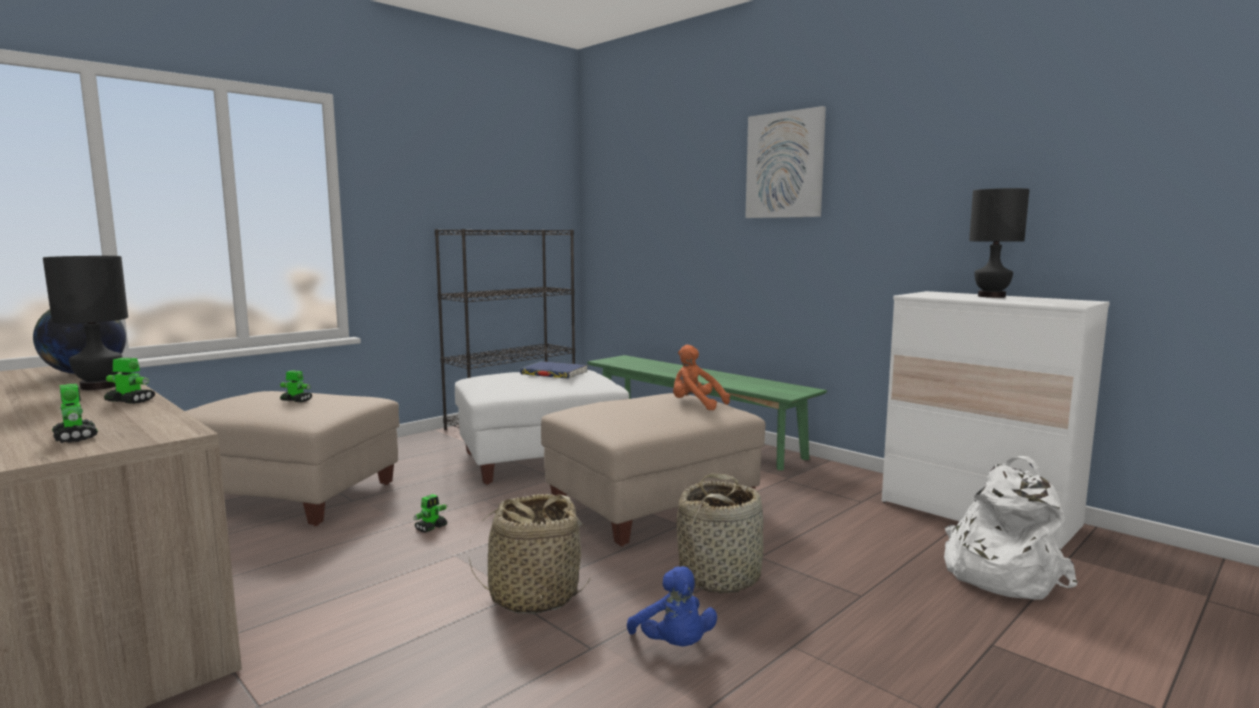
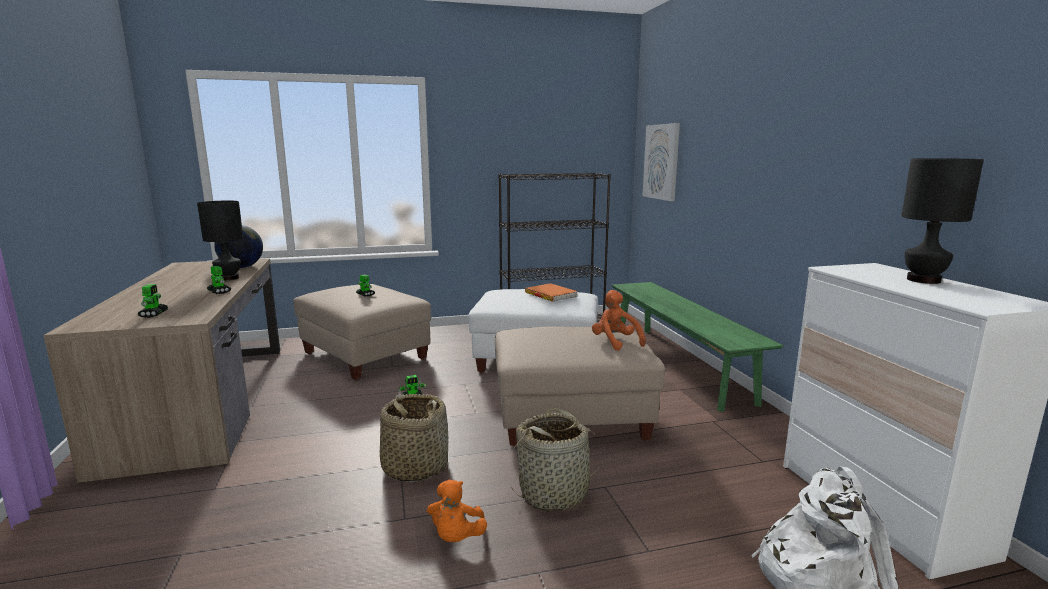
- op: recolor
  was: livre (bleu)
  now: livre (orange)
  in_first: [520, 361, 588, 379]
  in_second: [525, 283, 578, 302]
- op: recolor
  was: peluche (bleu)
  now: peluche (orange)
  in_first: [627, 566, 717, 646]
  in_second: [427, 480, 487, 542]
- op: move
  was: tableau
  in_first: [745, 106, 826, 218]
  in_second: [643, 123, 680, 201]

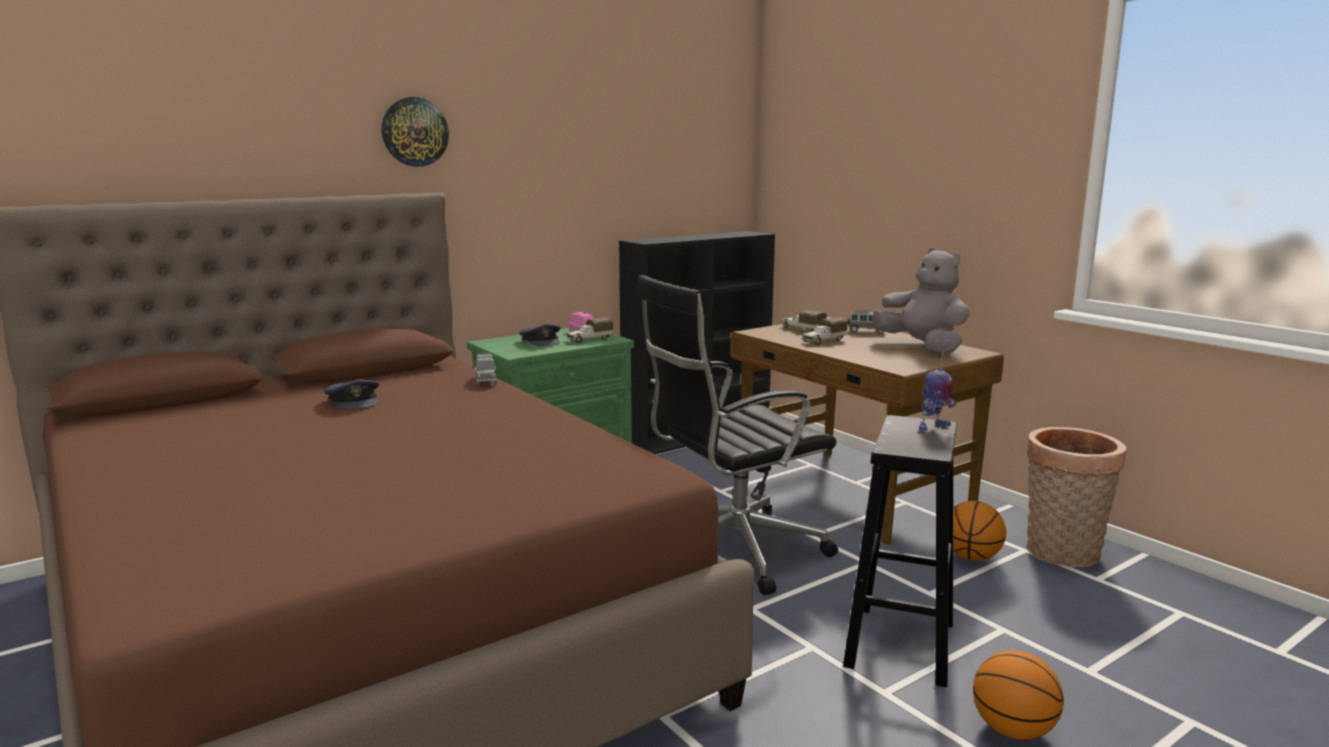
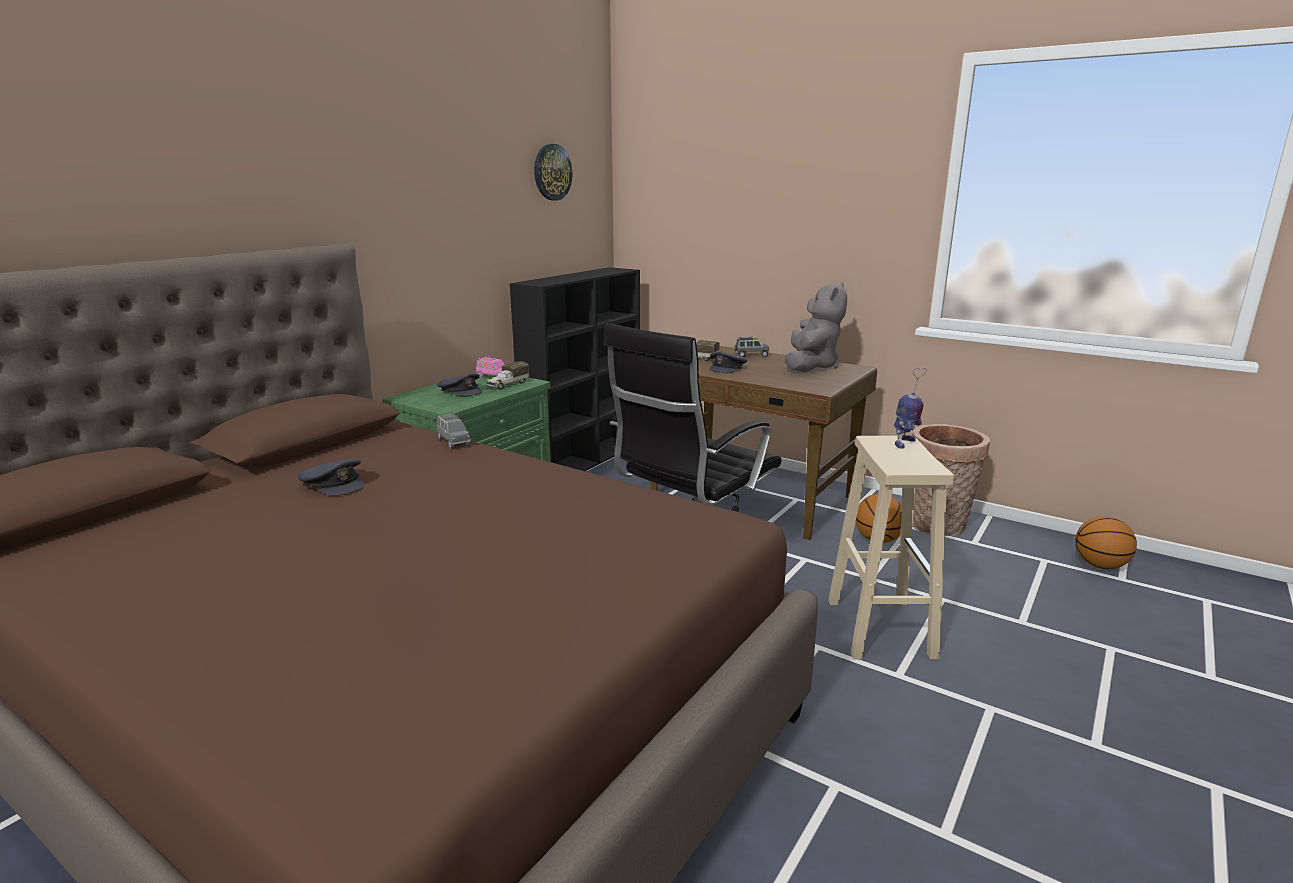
- op: move
  was: horloge murale
  in_first: [382, 97, 449, 167]
  in_second: [534, 144, 572, 201]
- op: replace
  was: camion jouet
  now: casquette (gris)
  in_first: [802, 317, 848, 345]
  in_second: [710, 352, 747, 373]
- op: recolor
  was: tabouret (noir)
  now: tabouret (beige)
  in_first: [843, 415, 957, 687]
  in_second: [828, 436, 954, 659]
- op: rotate
  was: peluche (gris)
  in_first: [872, 247, 970, 353]
  in_second: [785, 282, 847, 372]
  clockwise: 75
- op: move
  was: ballon de basket
  in_first: [973, 650, 1064, 740]
  in_second: [1075, 516, 1137, 569]

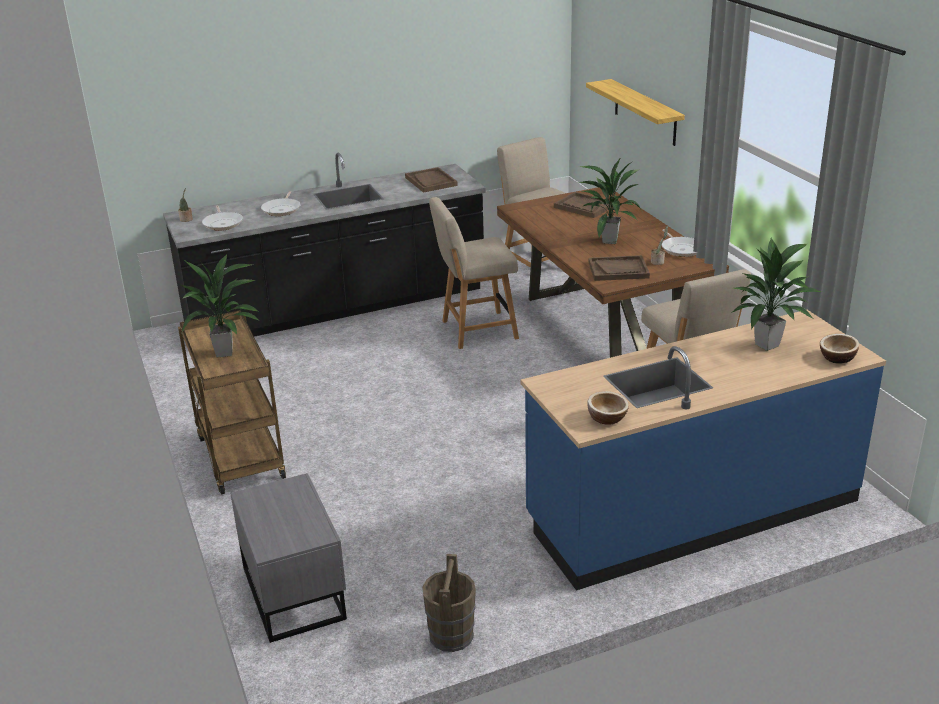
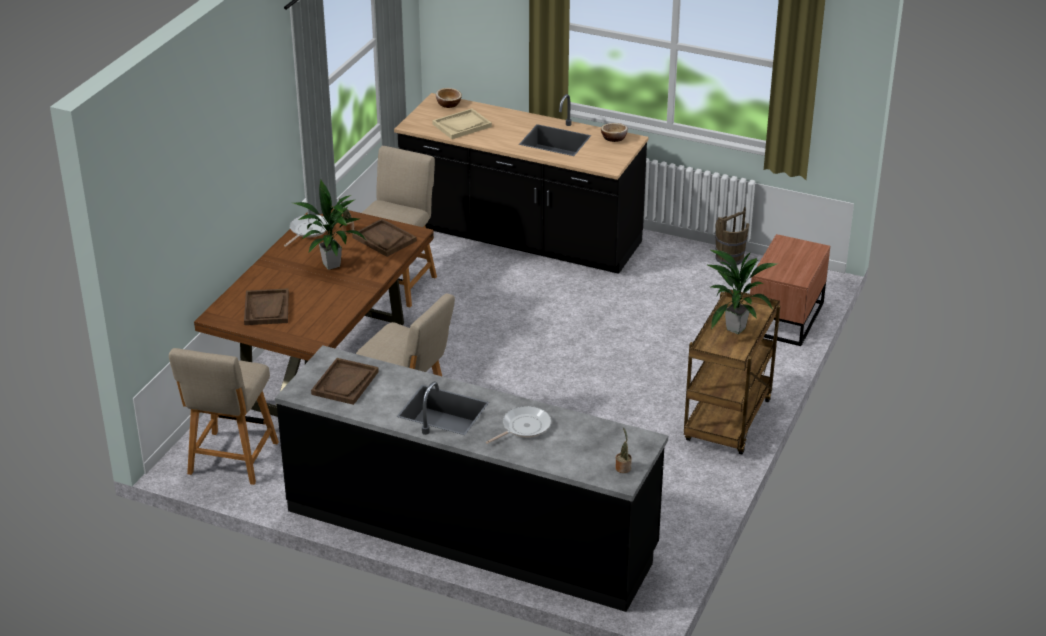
- op: delete
  was: poêle
  in_first: [202, 206, 243, 231]
- op: recolor
  was: table de chevet (gris)
  now: table de chevet (marron)
  in_first: [230, 473, 347, 643]
  in_second: [750, 234, 830, 346]
- op: recolor
  was: comptoir de cuisine (bleu)
  now: comptoir de cuisine (noir)
  in_first: [521, 310, 886, 591]
  in_second: [394, 93, 648, 274]
- op: delete
  was: étagère
  in_first: [586, 79, 685, 146]
- op: replace
  was: plante en pot
  now: plateau (beige)
  in_first: [731, 238, 822, 351]
  in_second: [432, 108, 492, 139]

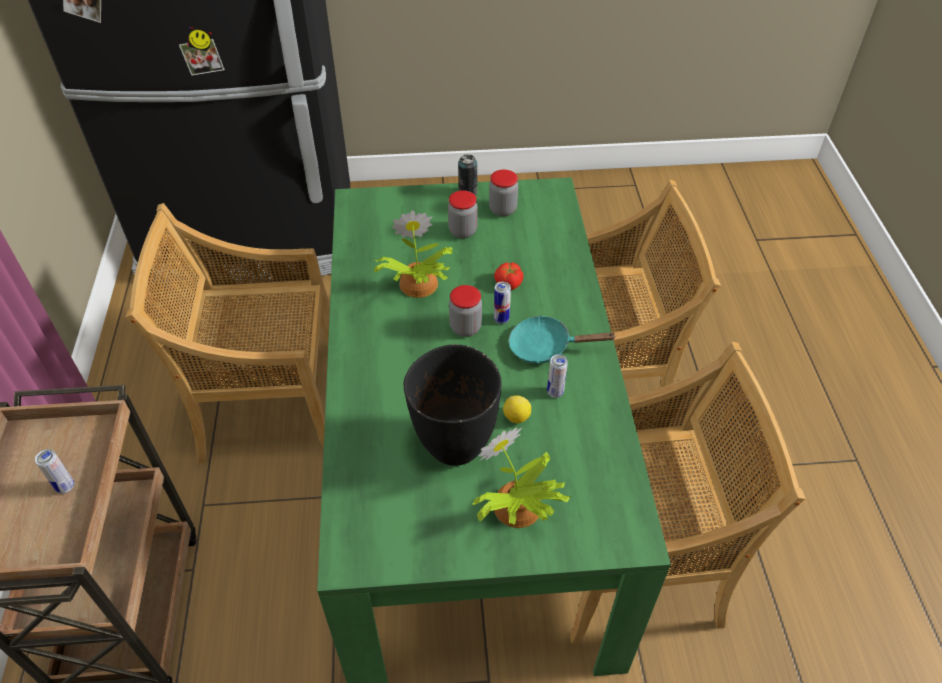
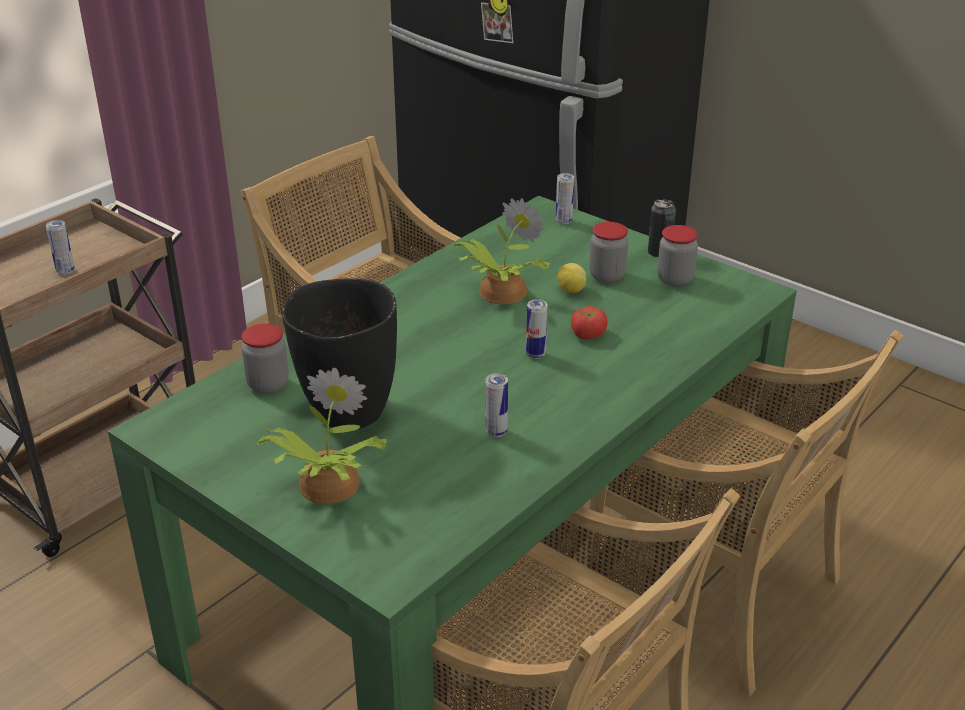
- op: move
  was: bocal
  in_first: [449, 285, 482, 337]
  in_second: [242, 323, 289, 394]
- op: move
  was: citron
  in_first: [503, 395, 531, 423]
  in_second: [557, 263, 586, 293]
- op: delete
  was: poêle (turquoise)
  in_first: [509, 315, 616, 364]
- op: insert
  now: boîte métallique
  in_second: [556, 173, 574, 224]

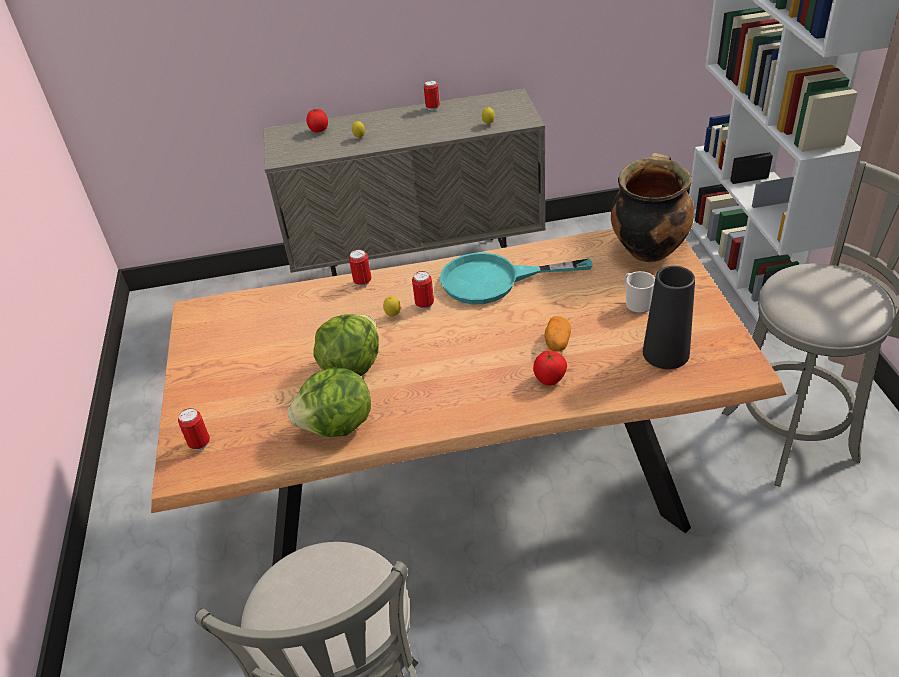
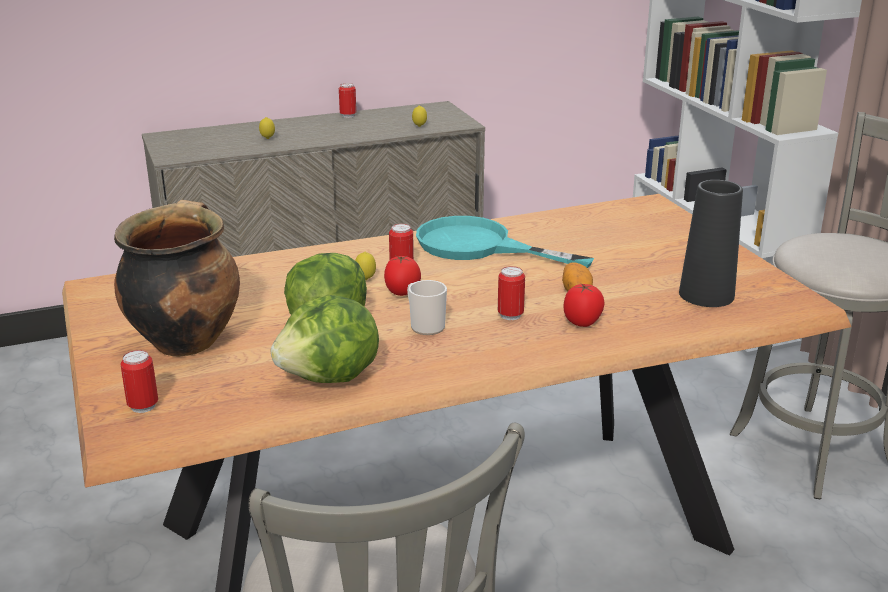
- op: move
  was: tomate
  in_first: [307, 109, 328, 133]
  in_second: [384, 256, 421, 296]
- op: move
  was: boîte métallique
  in_first: [349, 249, 371, 287]
  in_second: [498, 266, 525, 320]
- op: rotate
  was: poêle (turquoise)
  in_first: [440, 253, 592, 304]
  in_second: [416, 216, 594, 268]
  clockwise: 45
- op: move
  was: marmite
  in_first: [611, 153, 694, 262]
  in_second: [114, 200, 240, 357]
- op: move
  was: mug
  in_first: [625, 271, 655, 313]
  in_second: [407, 280, 447, 335]

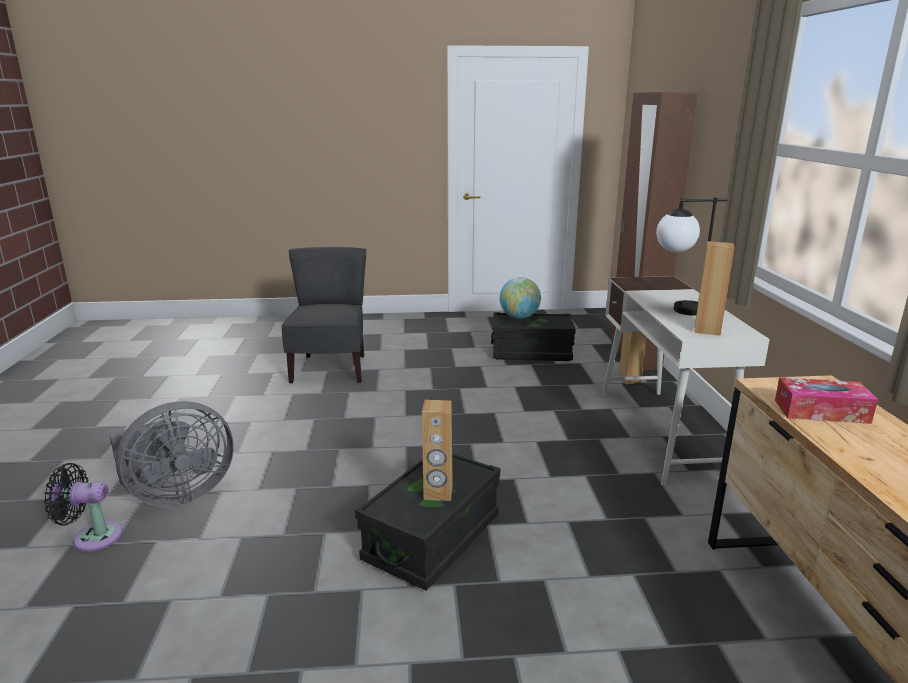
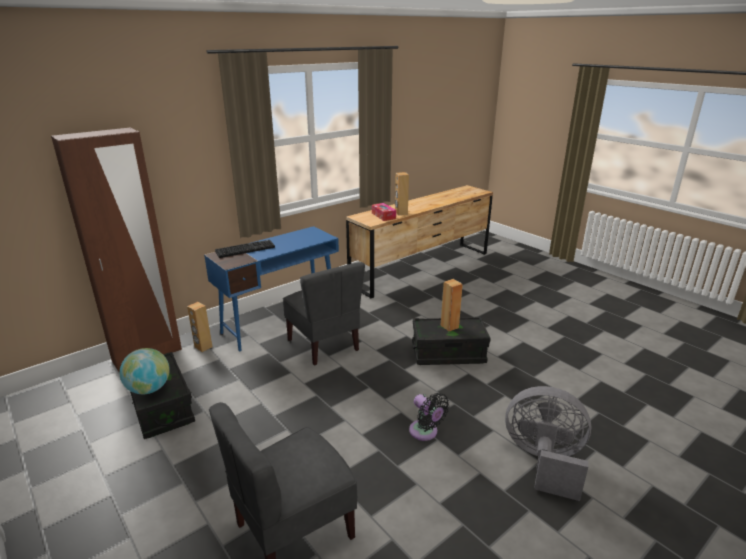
- op: move
  was: ventilateur (noir)
  in_first: [44, 463, 123, 552]
  in_second: [409, 393, 449, 441]
- op: recolor
  was: bureau (blanc)
  now: bureau (bleu)
  in_first: [602, 276, 770, 486]
  in_second: [204, 226, 339, 352]
- op: delete
  was: lampe de table
  in_first: [656, 197, 728, 316]
- op: move
  was: enceinte (marron)
  in_first: [694, 241, 734, 336]
  in_second: [395, 172, 409, 215]
- op: insert
  now: clavier
  in_second: [215, 240, 275, 258]
- op: insert
  now: chaise (gris)
  in_second: [283, 262, 365, 365]

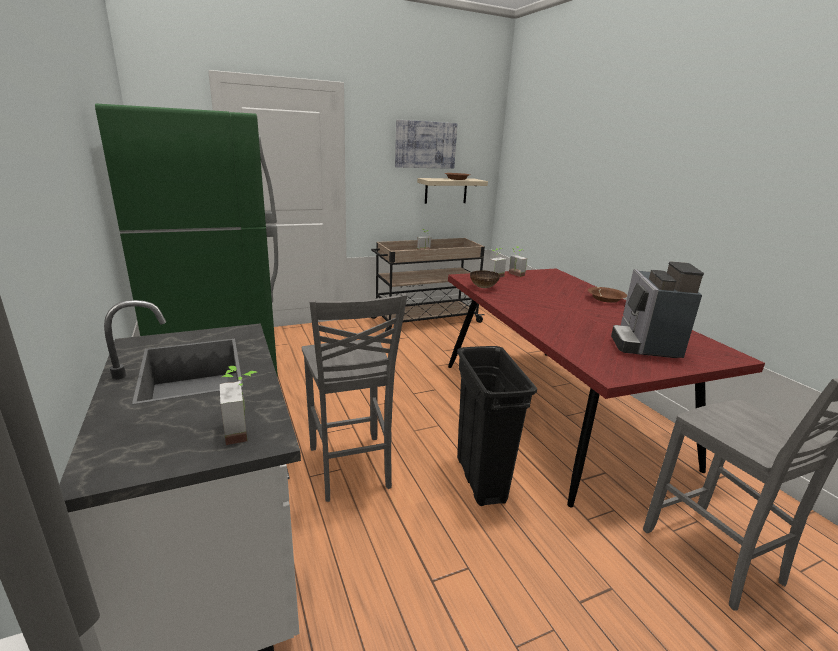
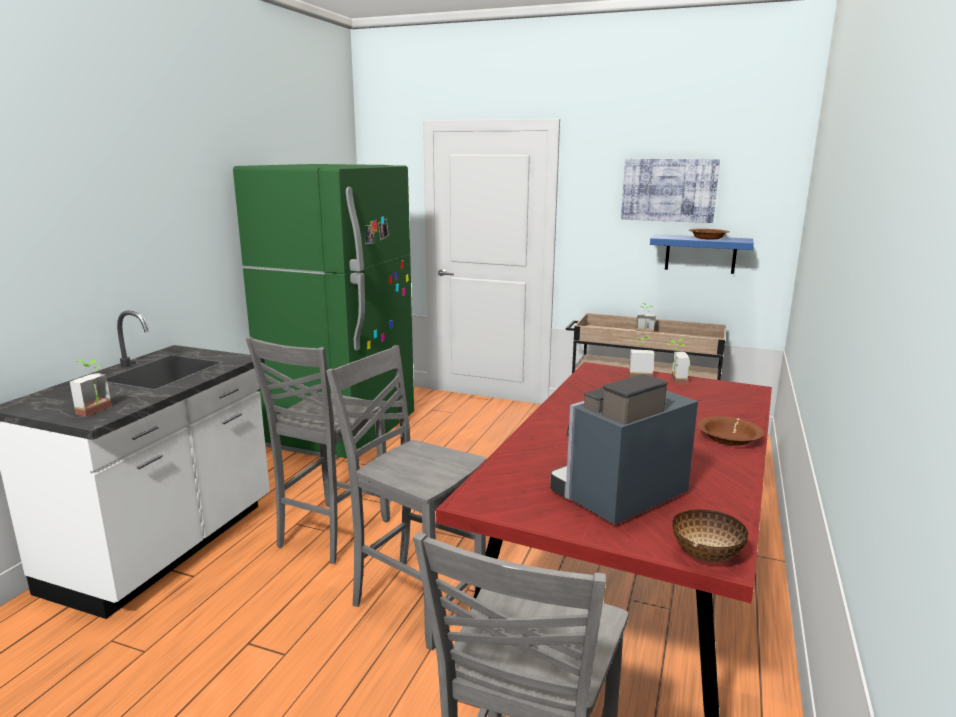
- op: recolor
  was: étagère (beige)
  now: étagère (bleu)
  in_first: [417, 178, 488, 204]
  in_second: [650, 234, 754, 274]
- op: replace
  was: poubelle (noir)
  now: chaise (gris)
  in_first: [457, 346, 537, 506]
  in_second: [326, 345, 487, 650]
- op: move
  was: bol
  in_first: [470, 270, 500, 288]
  in_second: [672, 509, 748, 562]

